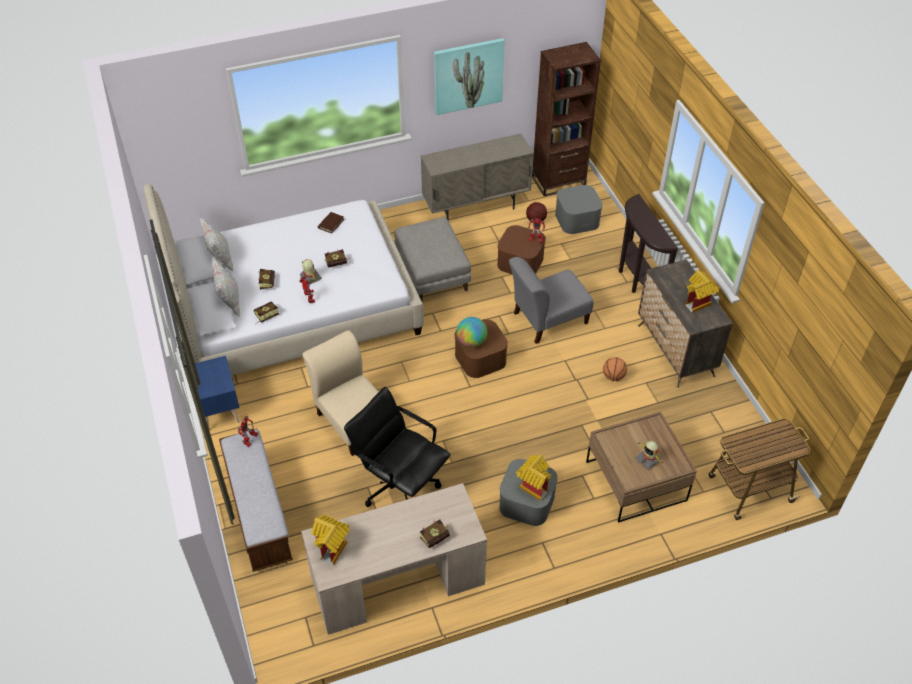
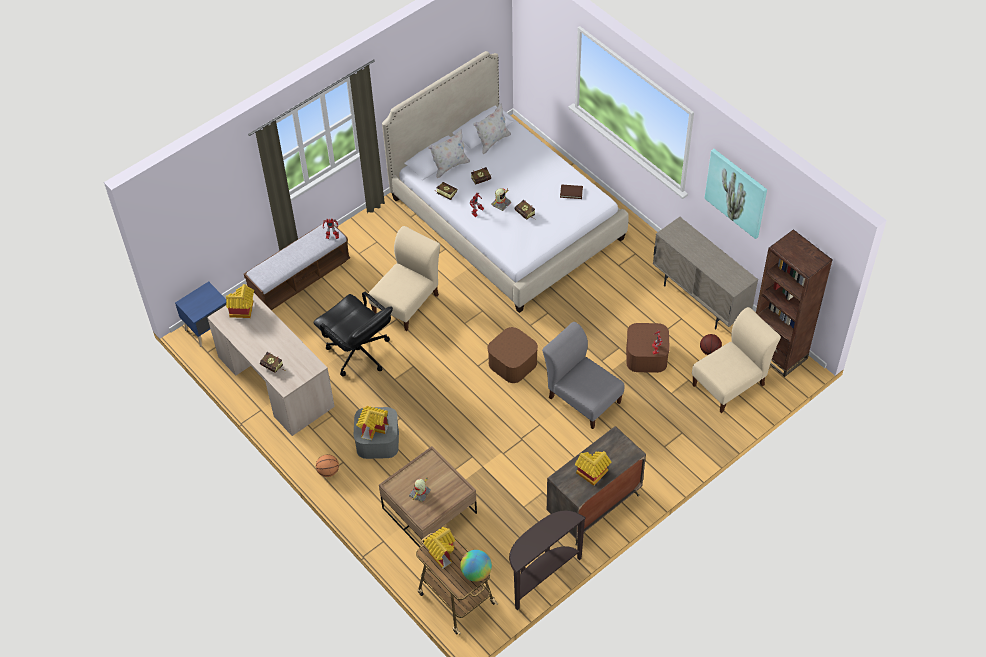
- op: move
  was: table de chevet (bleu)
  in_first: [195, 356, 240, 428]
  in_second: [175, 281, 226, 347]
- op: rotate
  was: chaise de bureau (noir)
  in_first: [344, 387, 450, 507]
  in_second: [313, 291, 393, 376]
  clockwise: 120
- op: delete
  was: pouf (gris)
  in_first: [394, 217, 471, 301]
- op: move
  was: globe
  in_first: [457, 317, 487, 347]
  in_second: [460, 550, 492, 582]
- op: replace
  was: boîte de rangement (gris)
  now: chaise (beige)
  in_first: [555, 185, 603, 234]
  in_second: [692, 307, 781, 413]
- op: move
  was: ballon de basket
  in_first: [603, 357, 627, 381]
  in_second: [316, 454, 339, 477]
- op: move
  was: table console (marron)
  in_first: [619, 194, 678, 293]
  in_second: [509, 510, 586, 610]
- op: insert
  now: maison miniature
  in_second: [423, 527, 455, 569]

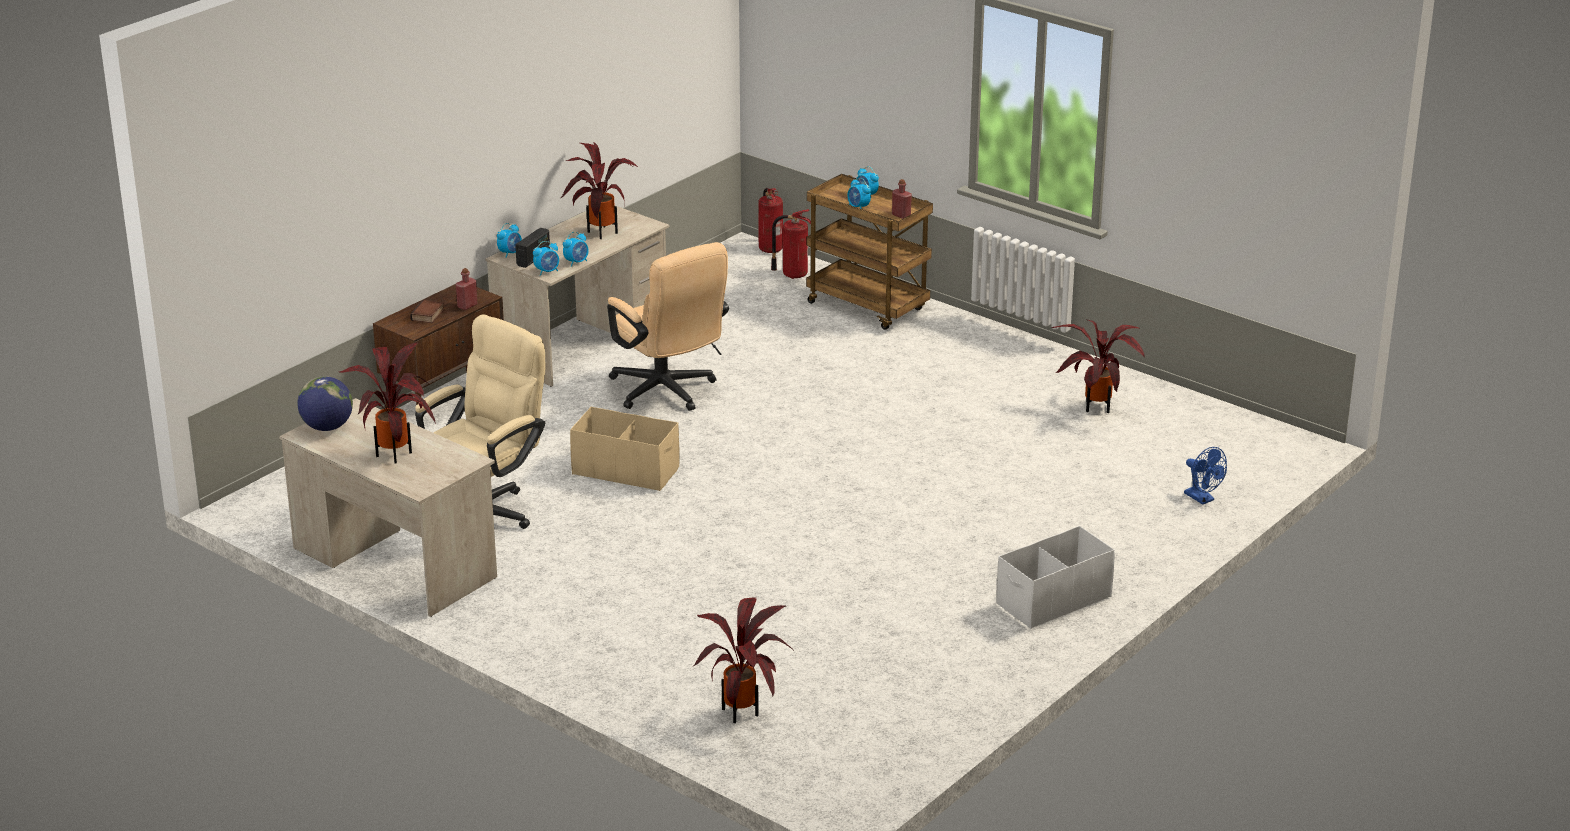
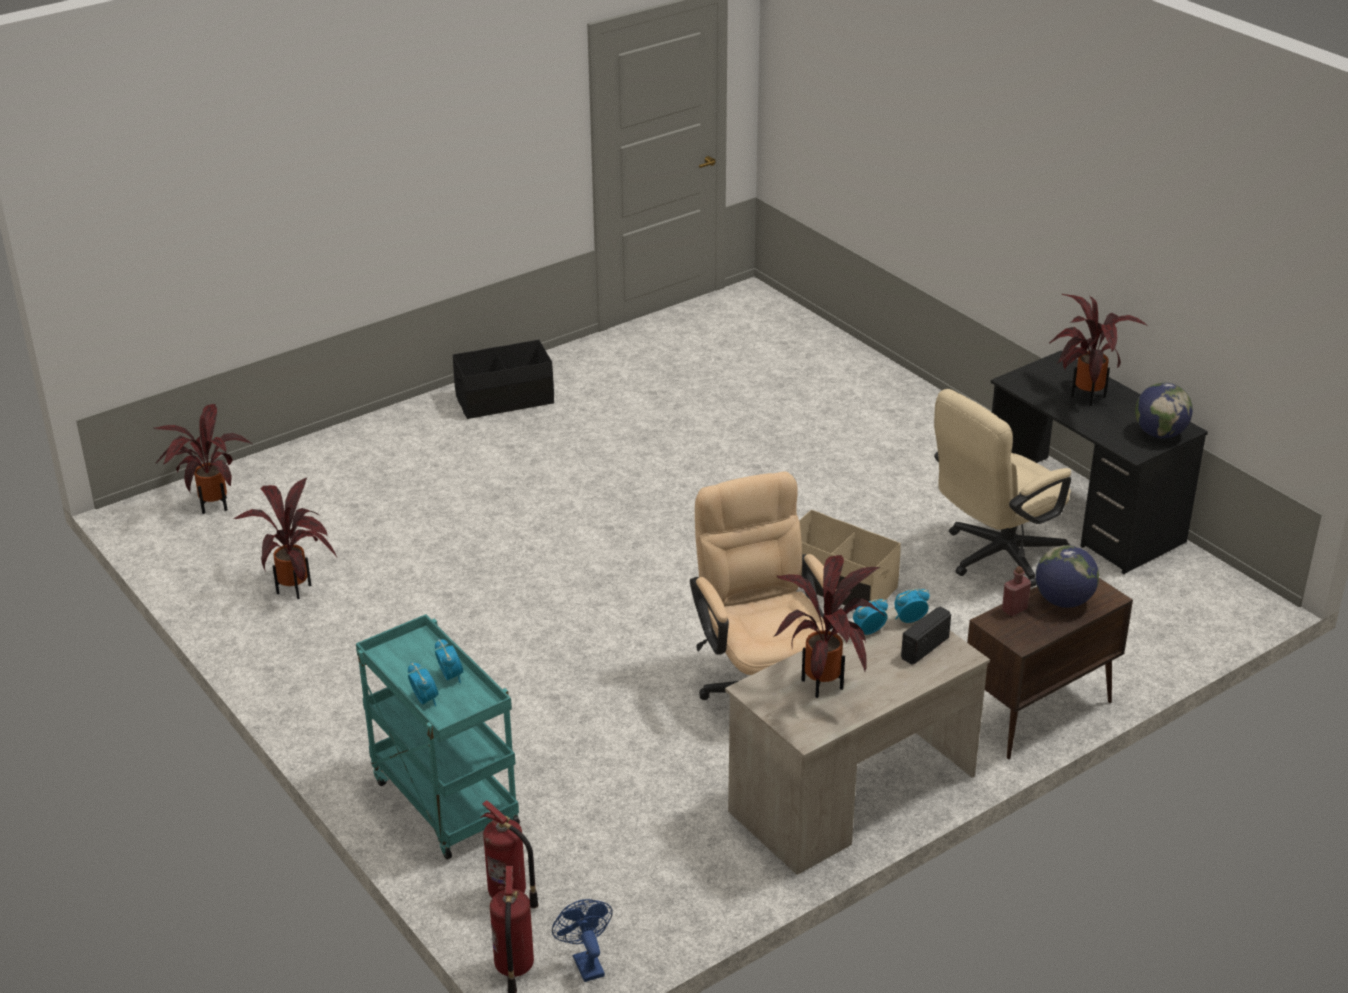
- op: recolor
  was: bureau (beige)
  now: bureau (noir)
  in_first: [279, 398, 497, 617]
  in_second: [990, 351, 1208, 574]
- op: replace
  was: livre
  now: globe
  in_first: [410, 300, 444, 323]
  in_second: [1035, 545, 1099, 608]
- op: delete
  was: réveil
  in_first: [497, 223, 522, 258]
- op: move
  was: plante en pot
  in_first: [692, 598, 793, 723]
  in_second: [154, 404, 252, 514]
- op: recolor
  was: chariot (marron)
  now: chariot (turquoise)
  in_first: [806, 174, 933, 330]
  in_second: [356, 614, 520, 860]
- op: delete
  was: bouteille (rouge)
  in_first: [892, 179, 912, 219]
- op: recolor
  was: boîte de rangement (blanc)
  now: boîte de rangement (noir)
  in_first: [996, 526, 1115, 629]
  in_second: [453, 340, 554, 419]
- op: move
  was: ventilateur (bleu)
  in_first: [1184, 447, 1227, 505]
  in_second: [552, 899, 613, 982]

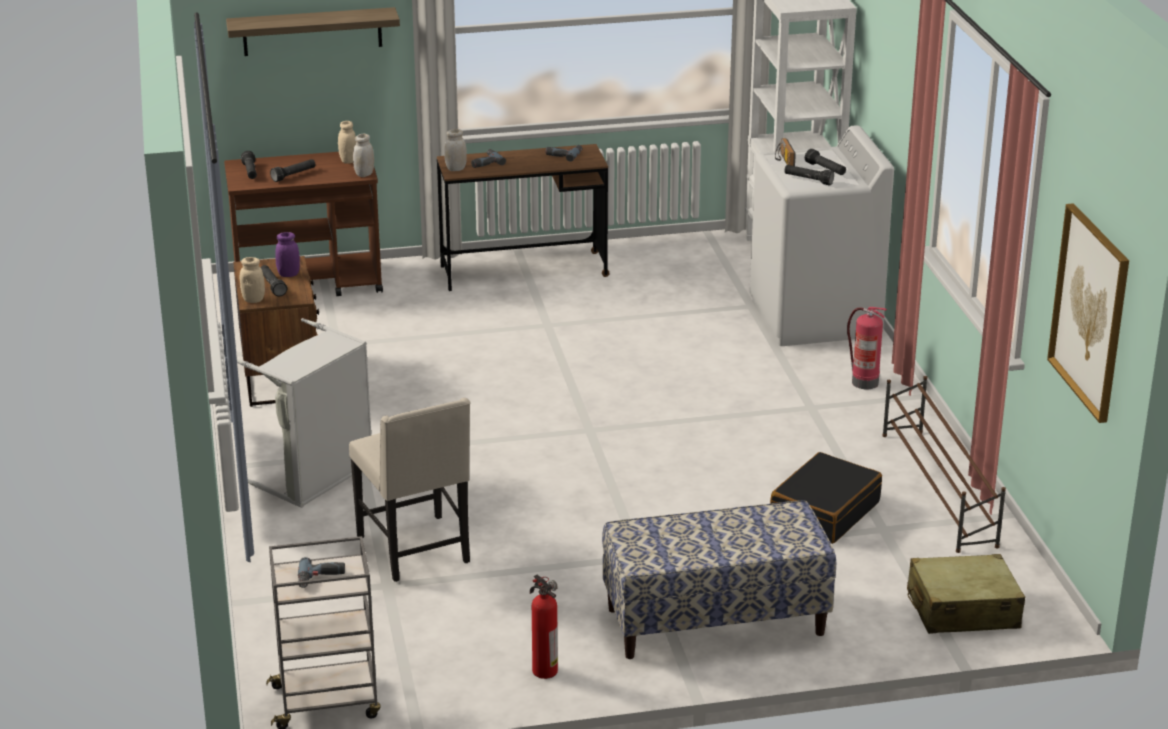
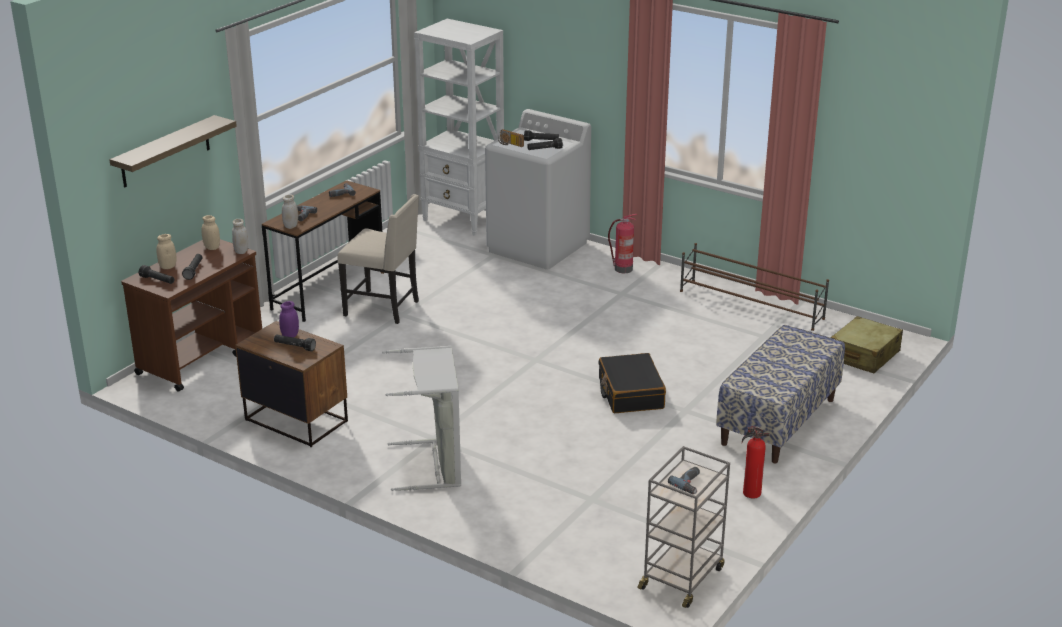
- op: move
  was: bocal (beige)
  in_first: [240, 257, 265, 303]
  in_second: [156, 234, 177, 269]
- op: move
  was: chaise (beige)
  in_first: [349, 398, 470, 582]
  in_second: [337, 194, 419, 324]
- op: move
  was: valise (noir)
  in_first: [770, 452, 882, 544]
  in_second: [599, 353, 666, 413]
- op: delete
  was: tableau
  in_first: [1047, 203, 1129, 423]

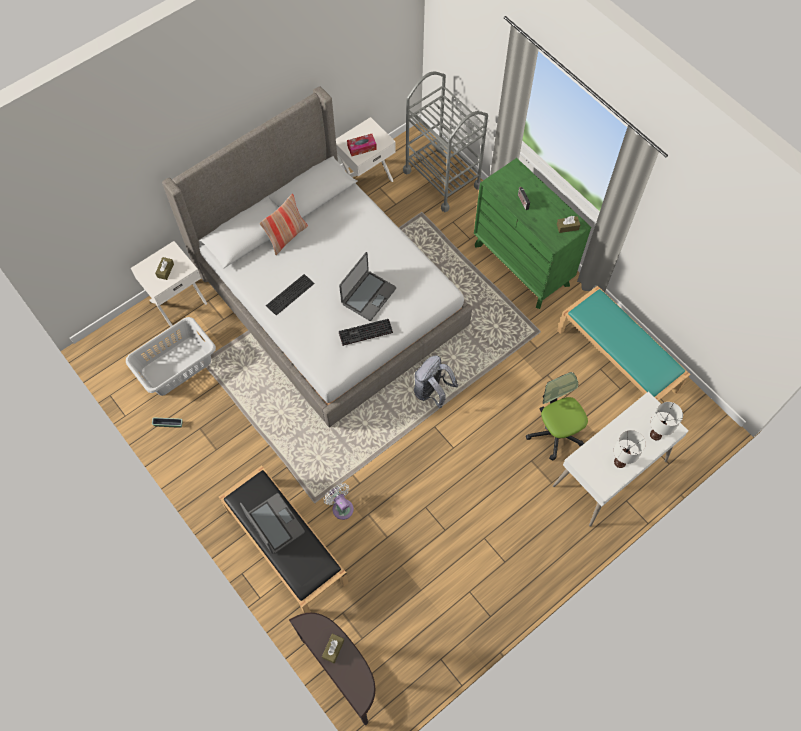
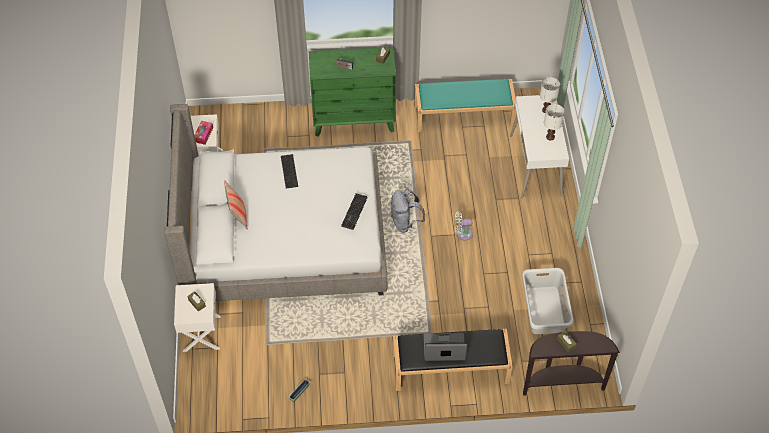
- op: move
  was: panier à linge (gris)
  in_first: [126, 317, 216, 396]
  in_second: [522, 268, 574, 334]
- op: move
  was: clavier
  in_first: [266, 274, 315, 315]
  in_second: [281, 154, 298, 188]
- op: move
  was: ventilateur (blanc)
  in_first: [323, 483, 354, 520]
  in_second: [455, 212, 473, 241]
- op: delete
  was: ordinateur portable
  in_first: [339, 252, 396, 321]
- op: delete
  was: chariot (gris)
  in_first: [403, 71, 488, 212]
- op: delete
  was: chaise de bureau
  in_first: [526, 372, 588, 460]

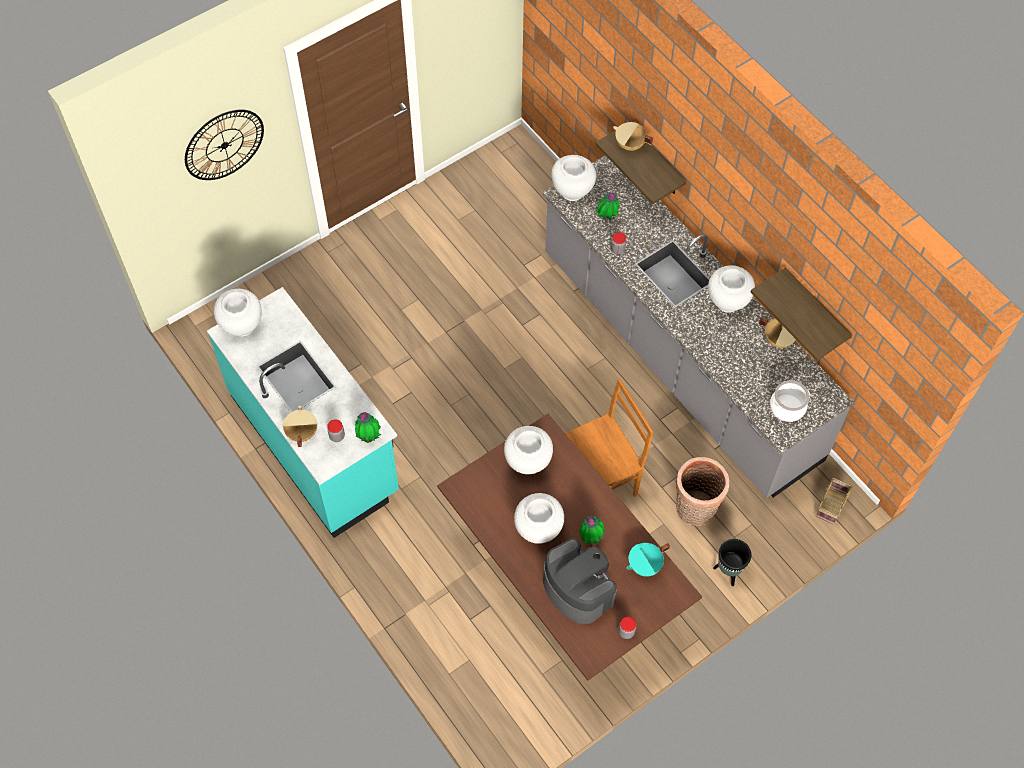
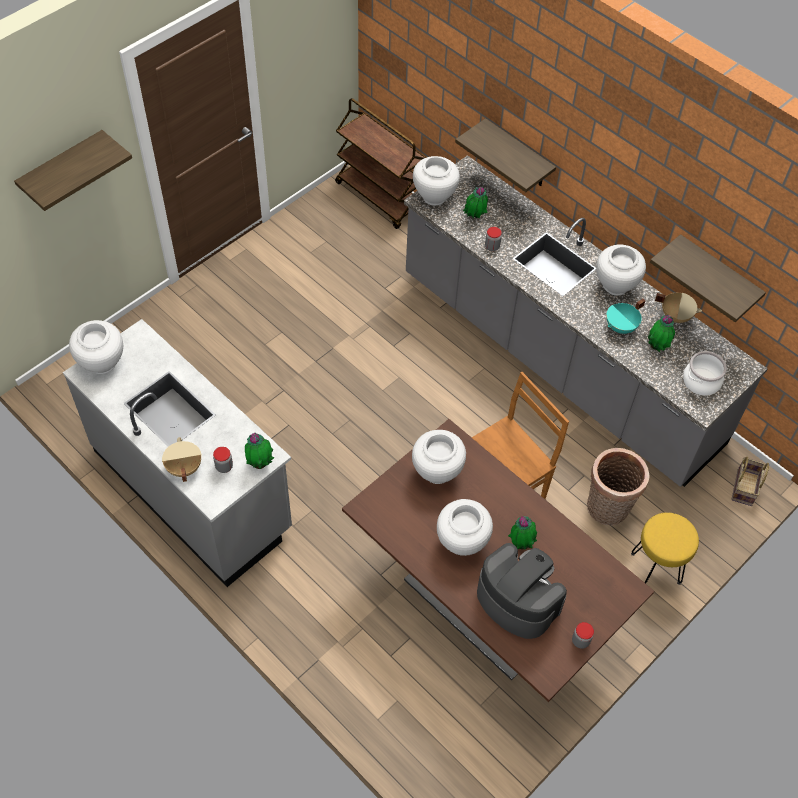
- op: replace
  was: horloge murale
  now: étagère
  in_first: [185, 109, 264, 180]
  in_second: [14, 130, 132, 211]
- op: recolor
  was: comptoir de cuisine (turquoise)
  now: comptoir de cuisine (gris)
  in_first: [207, 287, 399, 538]
  in_second: [63, 319, 292, 587]
- op: delete
  was: marmite (beige)
  in_first: [613, 122, 653, 151]
- op: move
  was: marmite (turquoise)
  in_first: [627, 543, 670, 577]
  in_second: [607, 299, 645, 334]
- op: replace
  was: cache-pot (noir)
  now: tabouret (jaune)
  in_first: [713, 539, 752, 586]
  in_second: [631, 512, 699, 585]
- op: insert
  now: chariot (marron)
  in_second: [335, 98, 426, 229]
- op: insert
  now: plante en pot
  in_second: [648, 315, 675, 352]

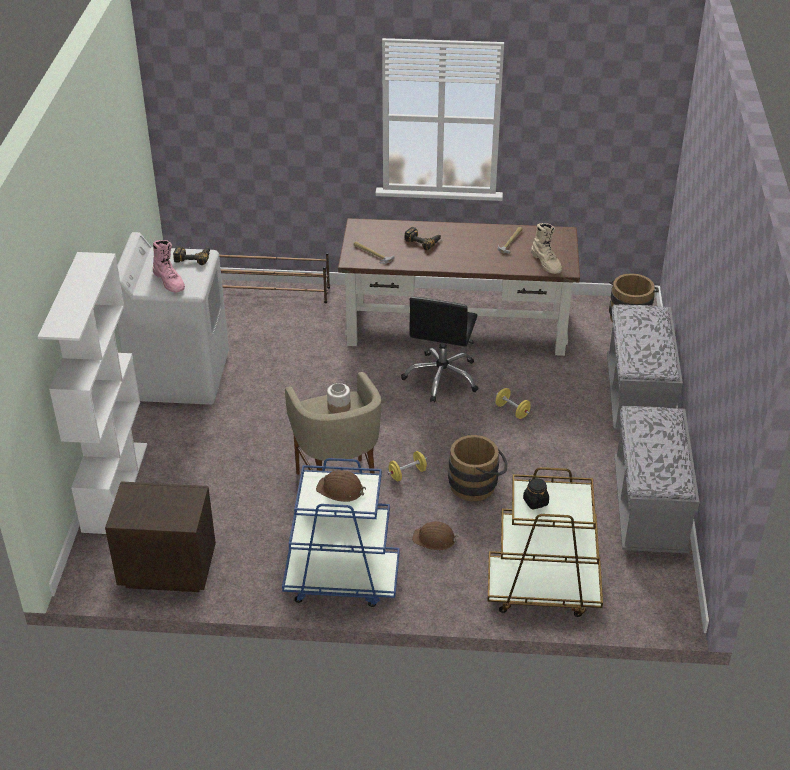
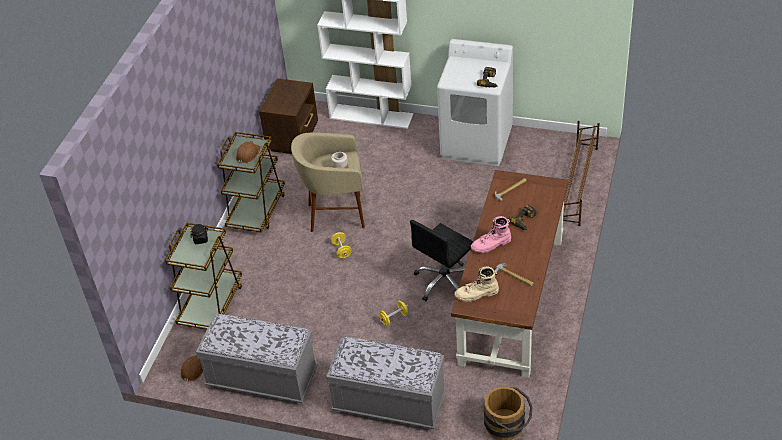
- op: move
  was: botte (rose)
  in_first: [153, 240, 185, 293]
  in_second: [471, 216, 511, 253]
- op: recolor
  was: chariot (bleu)
  now: chariot (marron)
  in_first: [282, 458, 400, 607]
  in_second: [217, 132, 285, 232]
- op: rotate
  was: chaise de bureau (noir)
  in_first: [401, 297, 479, 402]
  in_second: [410, 220, 473, 302]
  clockwise: -75
- op: move
  was: casque de chantier (marron)
  in_first: [412, 522, 459, 550]
  in_second: [181, 356, 203, 382]
- op: delete
  was: seau (marron)
  in_first: [448, 434, 507, 501]

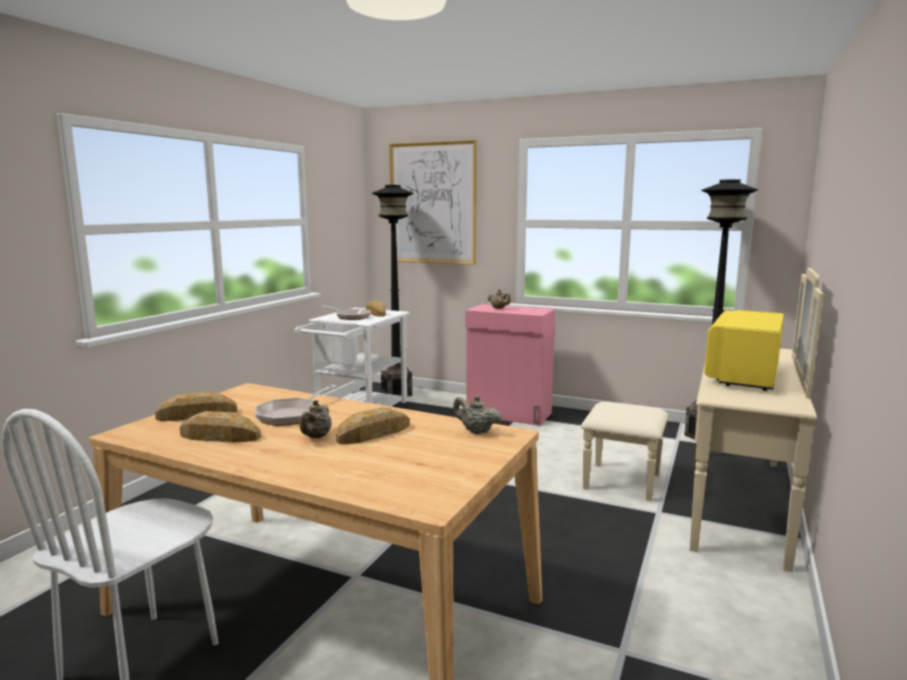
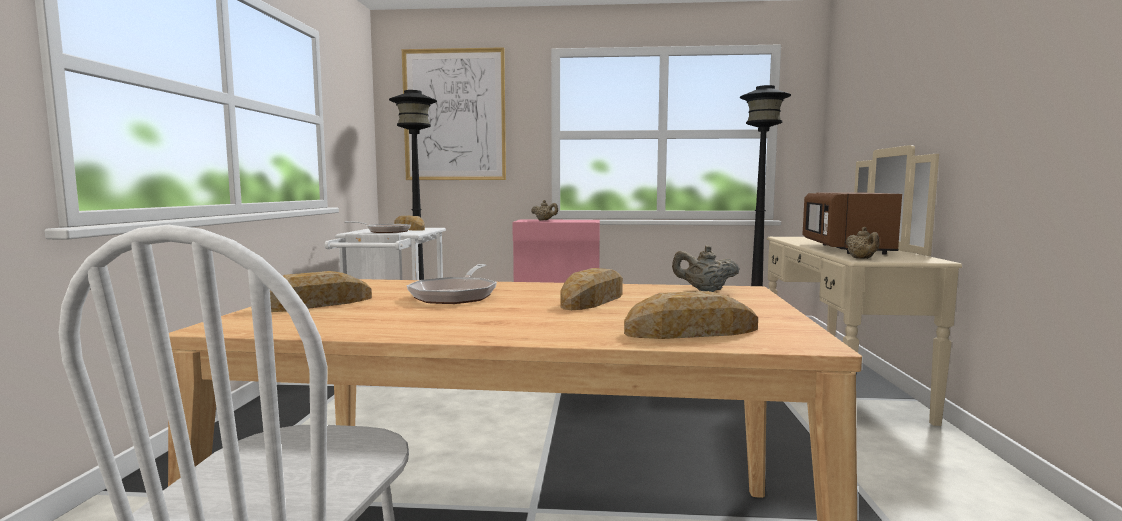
- op: move
  was: pain
  in_first: [179, 411, 261, 443]
  in_second: [624, 291, 758, 339]
- op: move
  was: théière (beige)
  in_first: [300, 400, 331, 438]
  in_second: [846, 227, 879, 259]
- op: recolor
  was: micro-ondes (jaune)
  now: micro-ondes (marron)
  in_first: [704, 310, 784, 391]
  in_second: [802, 192, 902, 255]

